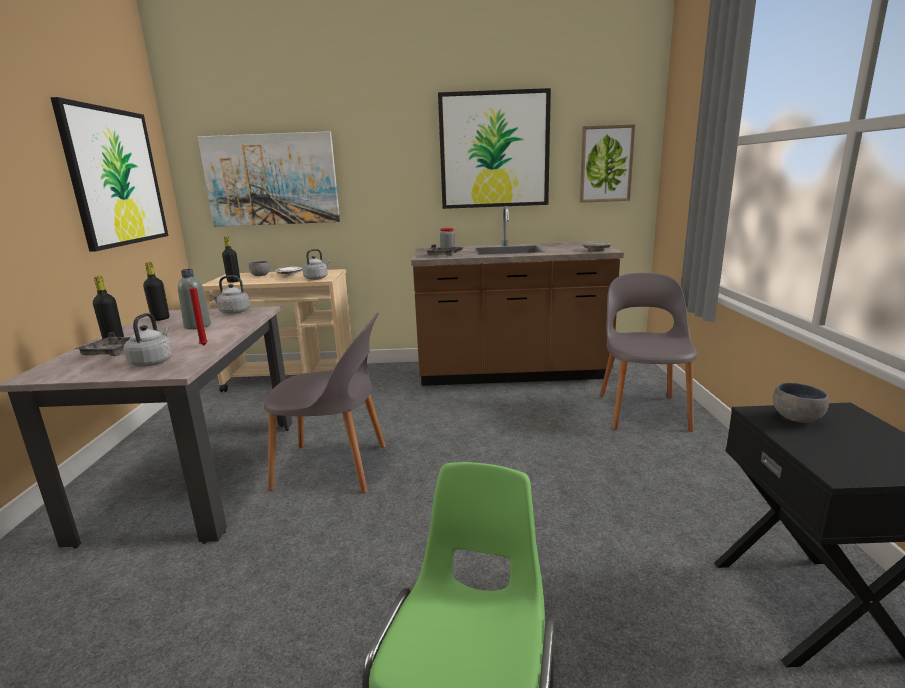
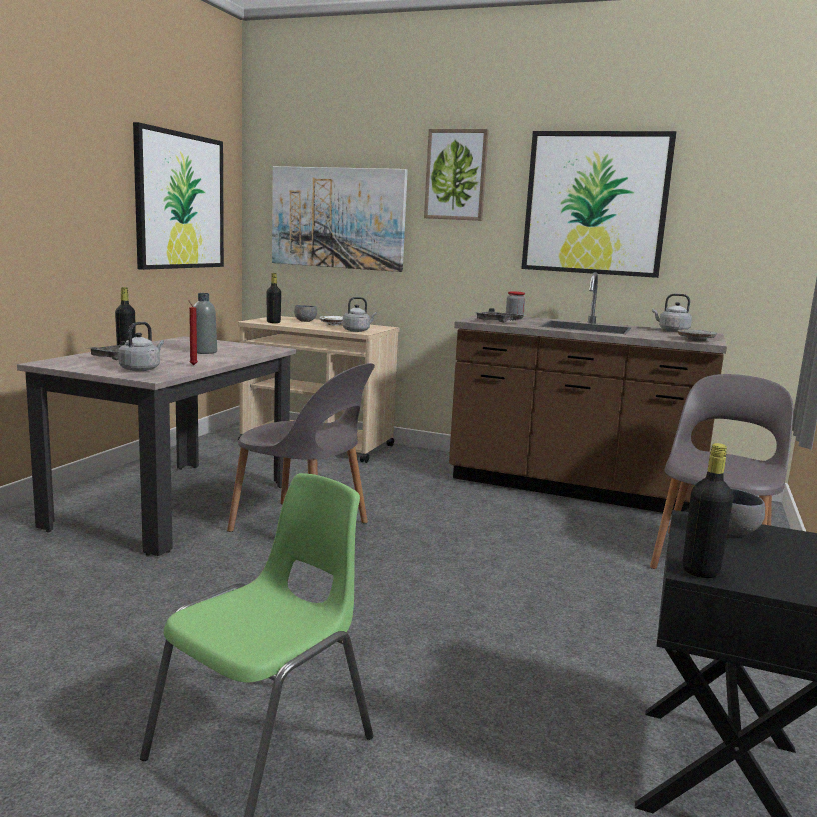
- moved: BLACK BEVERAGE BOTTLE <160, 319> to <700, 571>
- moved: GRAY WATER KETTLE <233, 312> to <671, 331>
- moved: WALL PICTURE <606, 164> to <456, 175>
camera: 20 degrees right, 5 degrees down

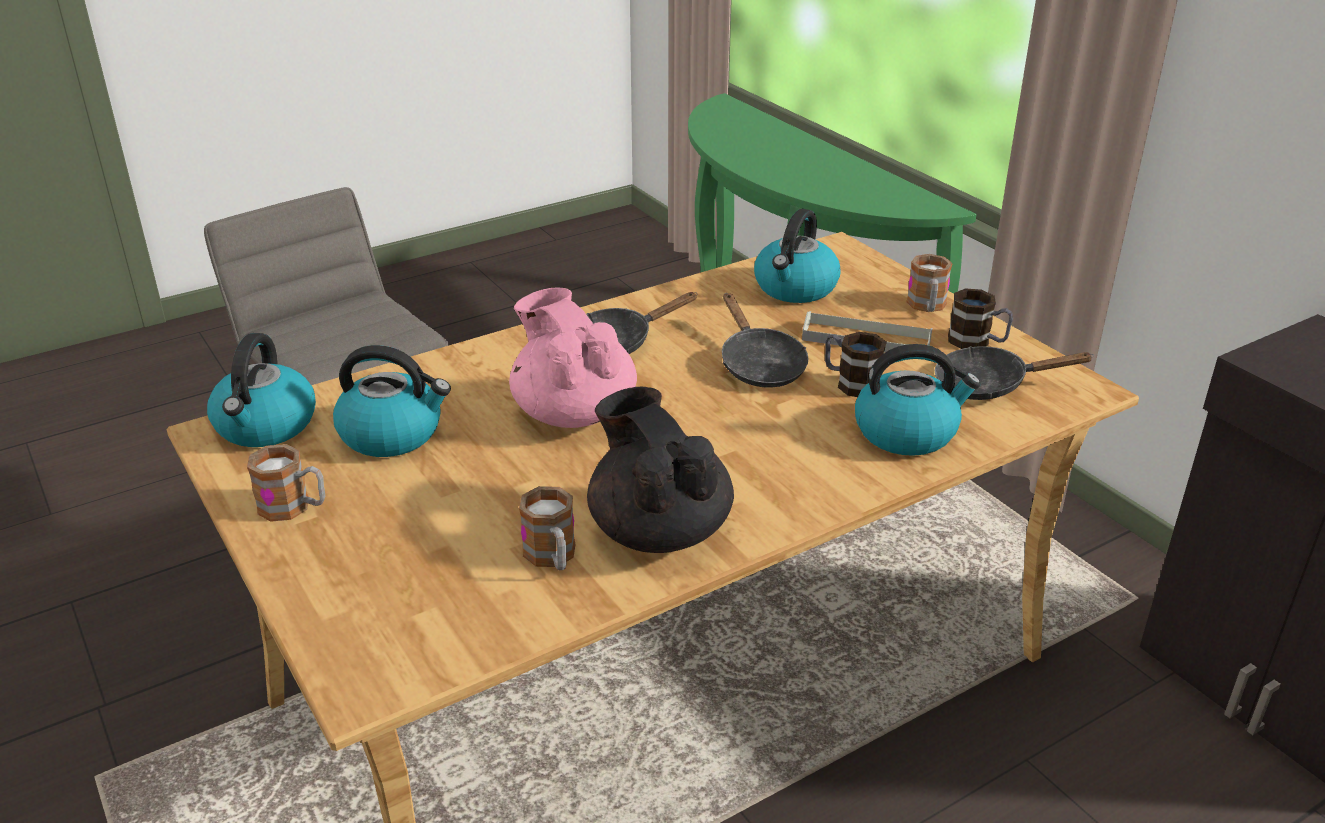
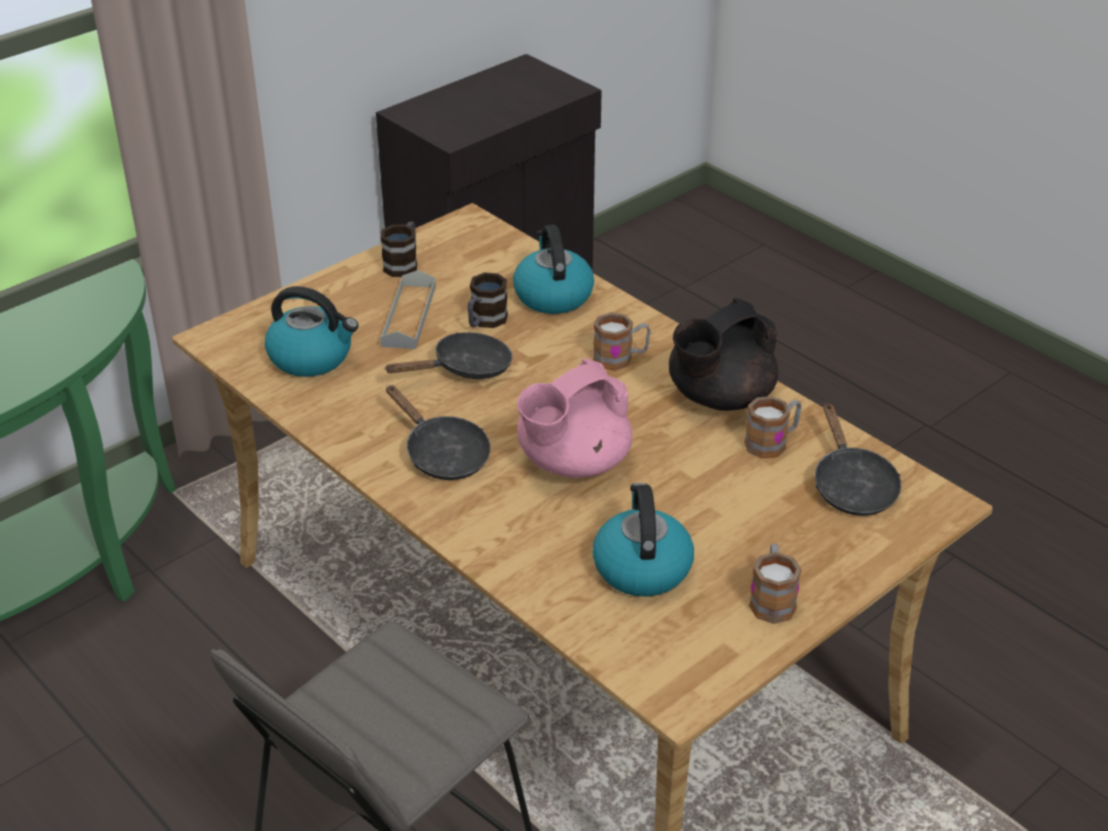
- removed: WATER KETTLE <266, 426>
- moved: MUG <927, 307> to <621, 358>
- moved: BLACK FRYING PAN <989, 385> to <851, 486>
camera: 100 degrees left, 5 degrees up

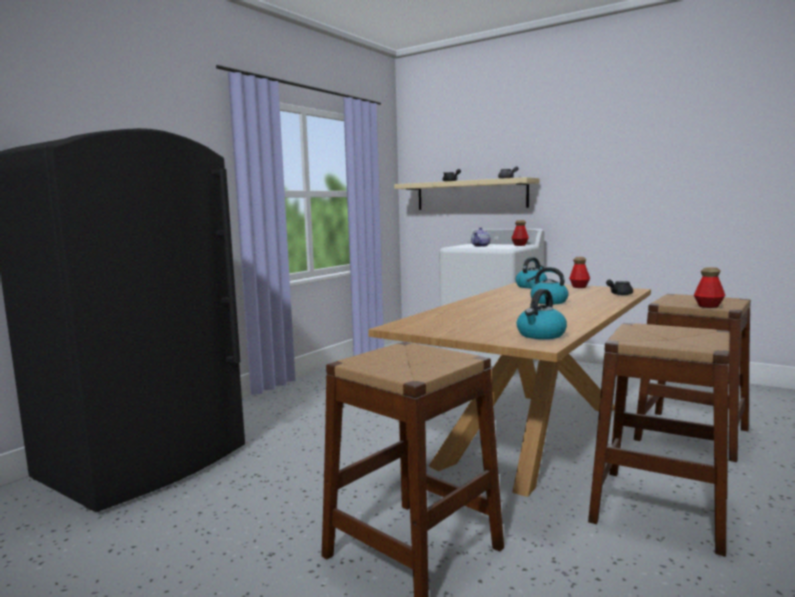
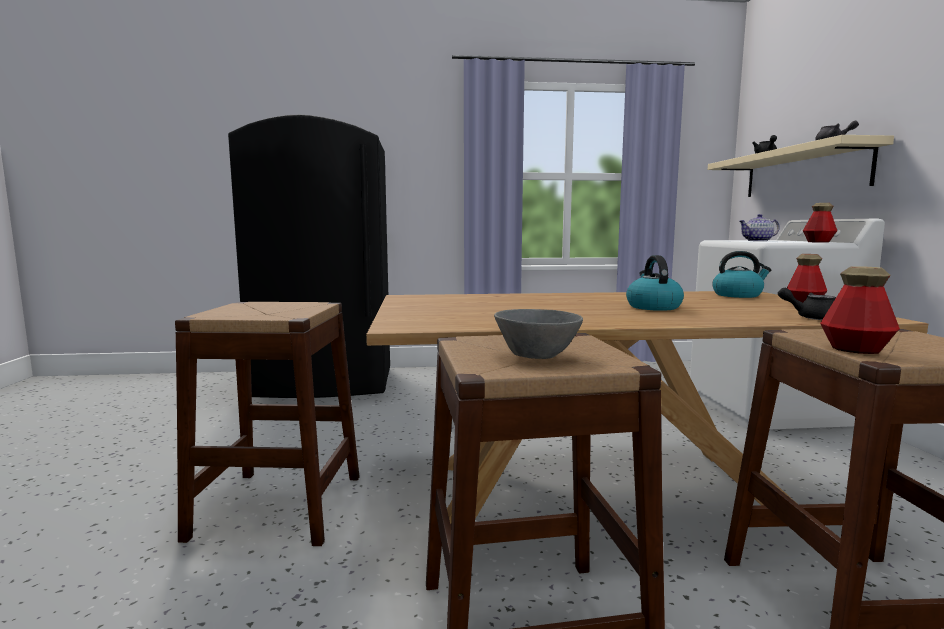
- removed: WATER KETTLE <541, 335>
- added: GRAY BOWL <538, 356>
camera: 50 degrees right, 0 degrees up

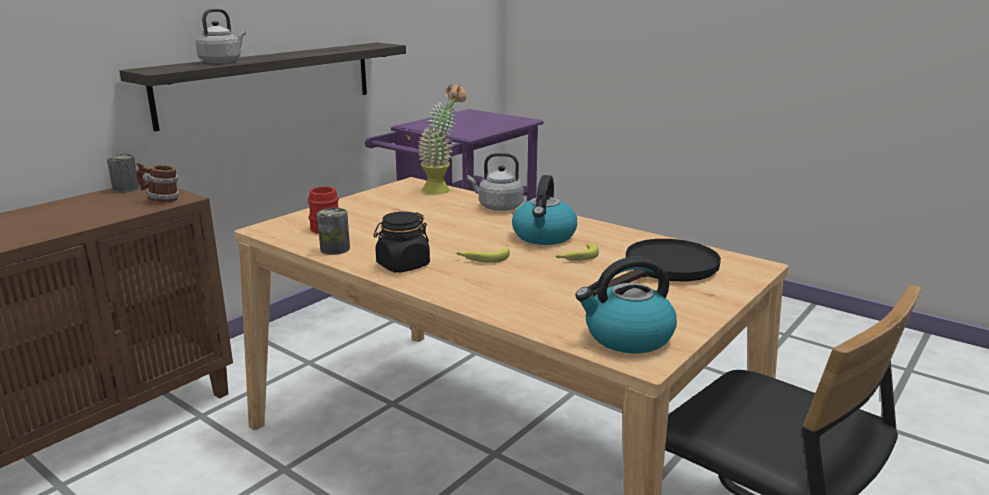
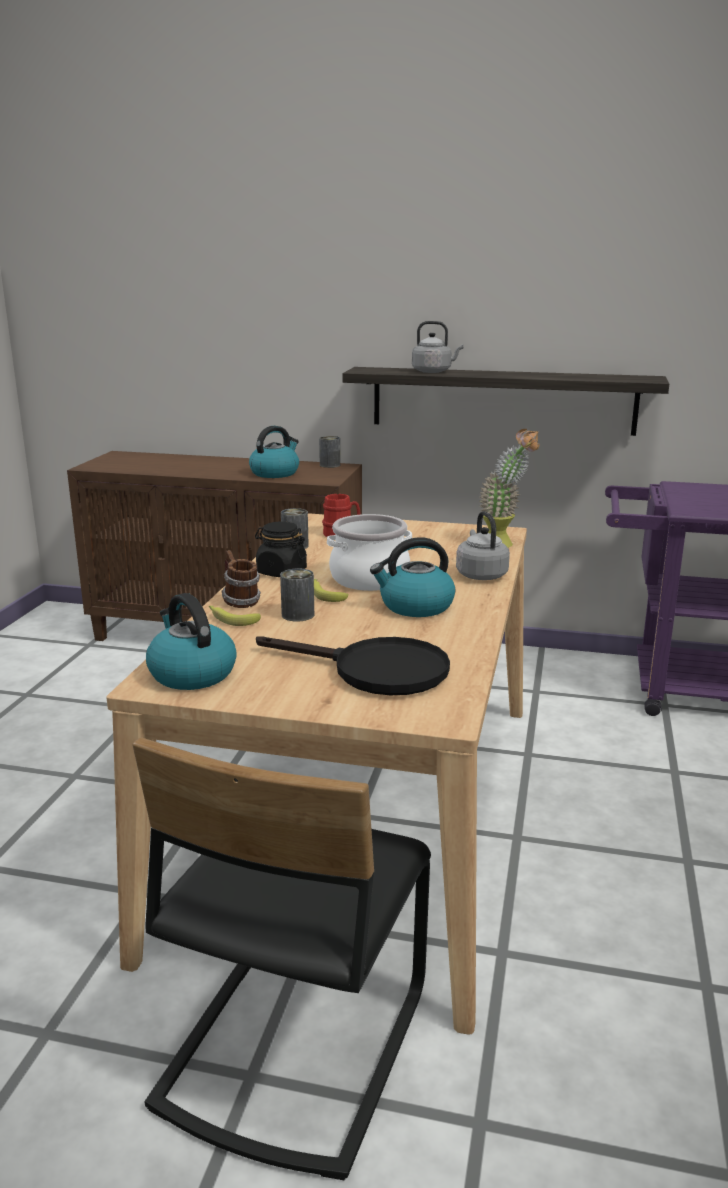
- moved: MUG <161, 200> to <239, 602>
- moved: BANANA <576, 257> to <231, 619>
- added: WATER KETTLE <275, 473>
- added: CAN <298, 615>
- added: STOCKPOT <369, 579>
camera: 65 degrees right, 0 degrees up

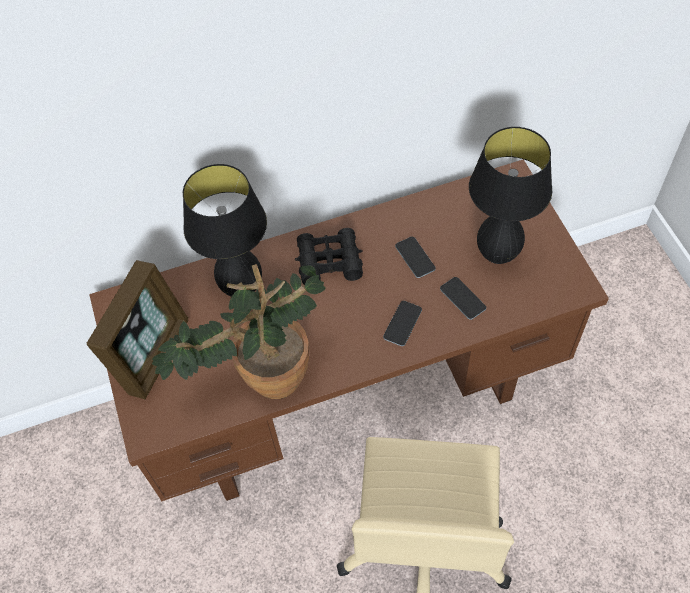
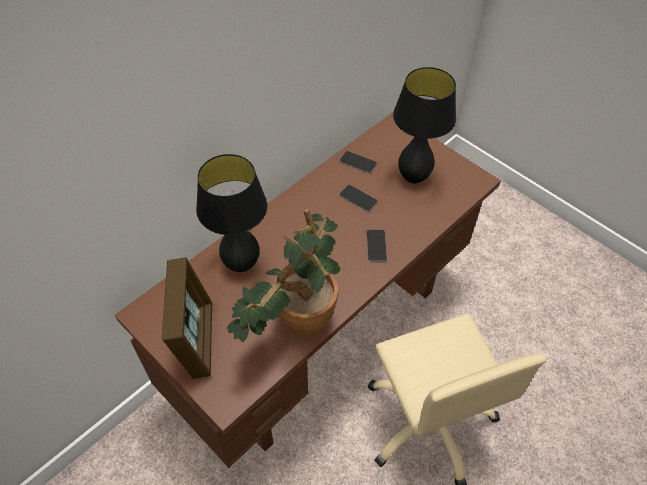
- removed: BLACK BINOCULARS <329, 262>
- moved: HANDSET <462, 298> to <358, 162>
camera: 30 degrees left, 5 degrees down

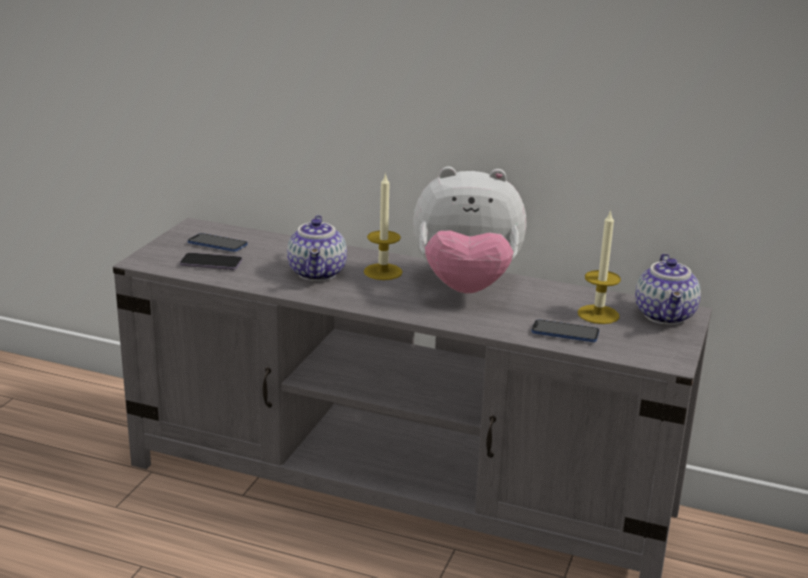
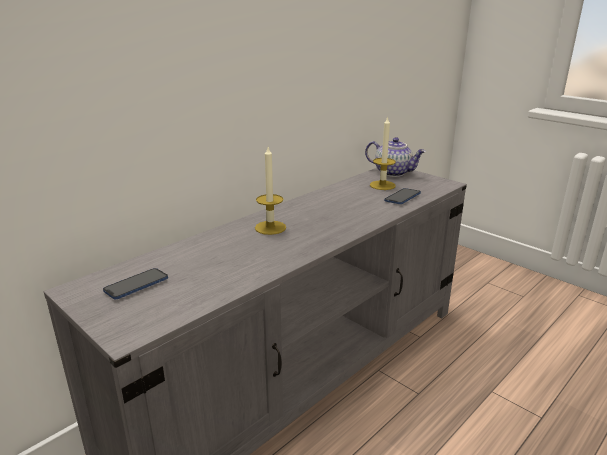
- removed: HANDSET <211, 263>
- removed: TEAPOT <318, 273>
- removed: CUDDLY TOY <466, 287>
camera: 65 degrees left, 0 degrees up

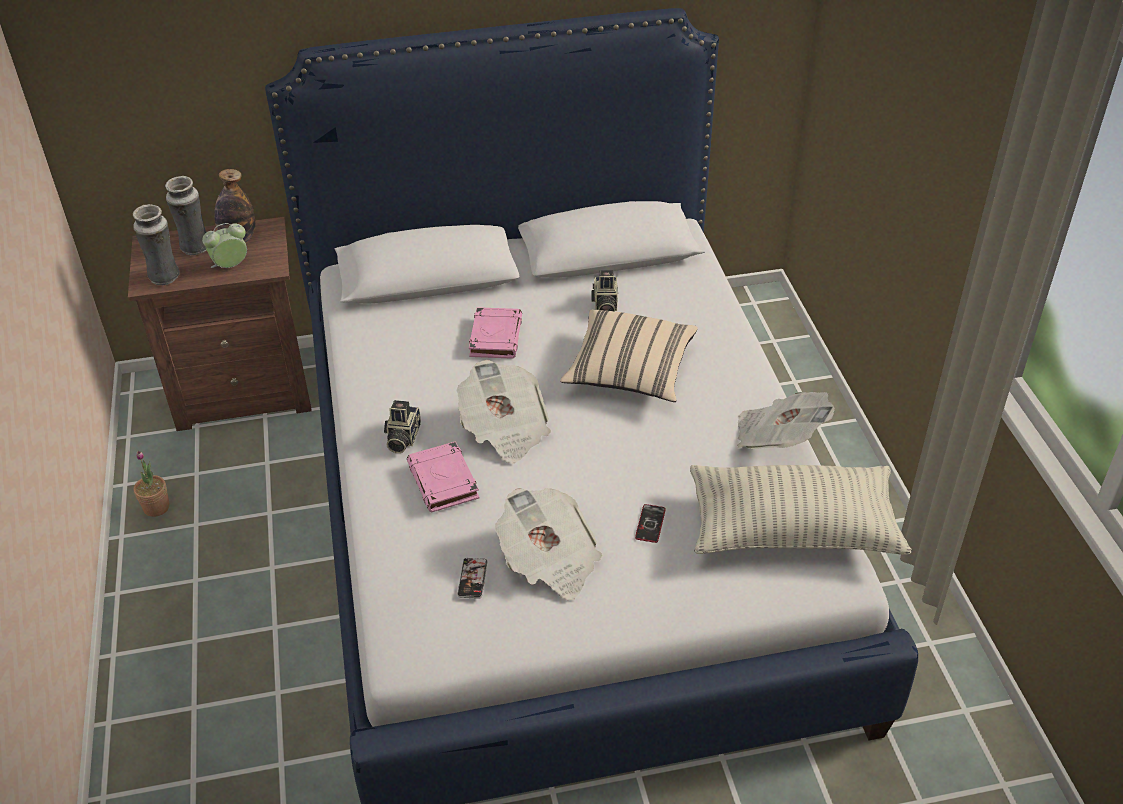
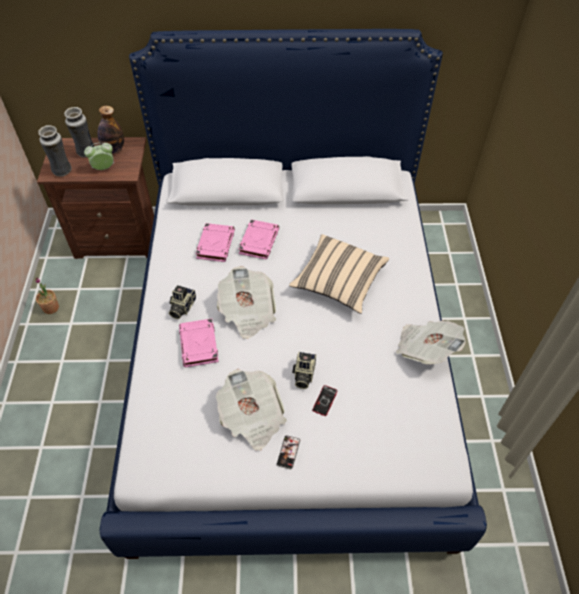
- moved: HANDSET <472, 578> to <288, 452>
- moved: PHOTO CAMERA <604, 305> to <303, 374>
- removed: CUSHION <792, 529>
- added: PINK VOLUME <215, 244>
camera: 10 degrees right, 10 degrees up

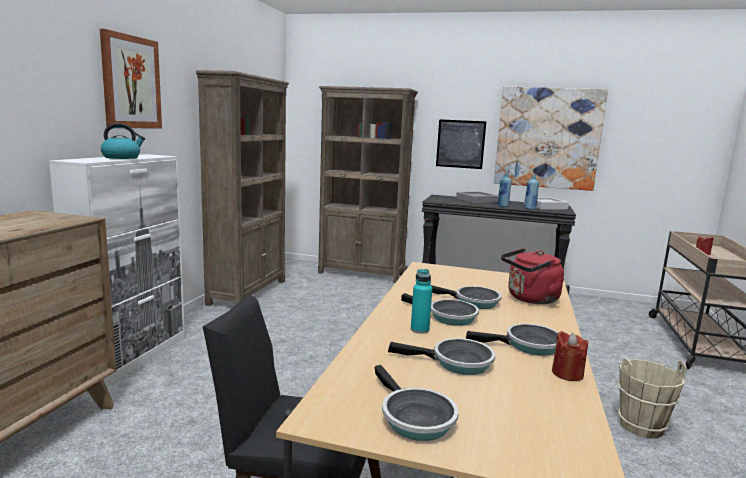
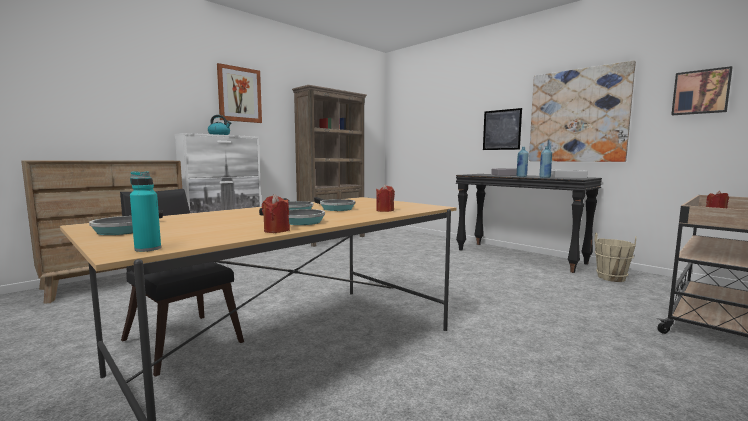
- removed: BROWN-COLOURED BOOKSHELF <362, 273>
- removed: FRYING PAN <457, 363>
- moved: TURQUOISE-COLOURED BEVERAGE BOTTLE <419, 330> to <148, 249>
- replaced: REDDISH WATER KETTLE <530, 299> to REDDISH WAX CANDLE <385, 210>
- moved: BEIGE-COLOURED PAIL <640, 426> to <611, 278>
- added: WALL PICTURE <700, 92>
camera: 30 degrees right, 5 degrees down

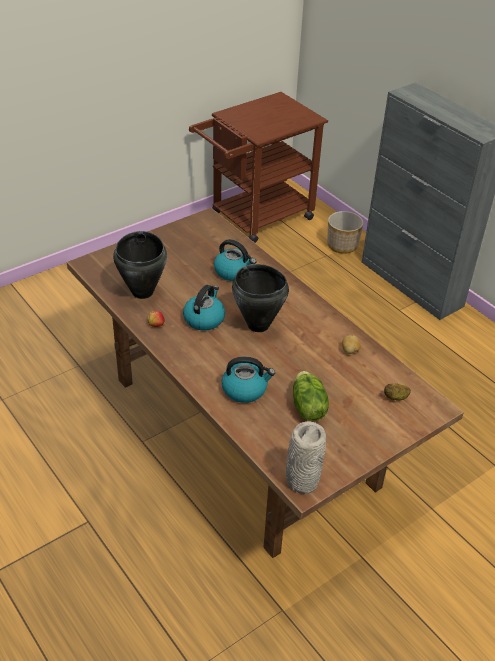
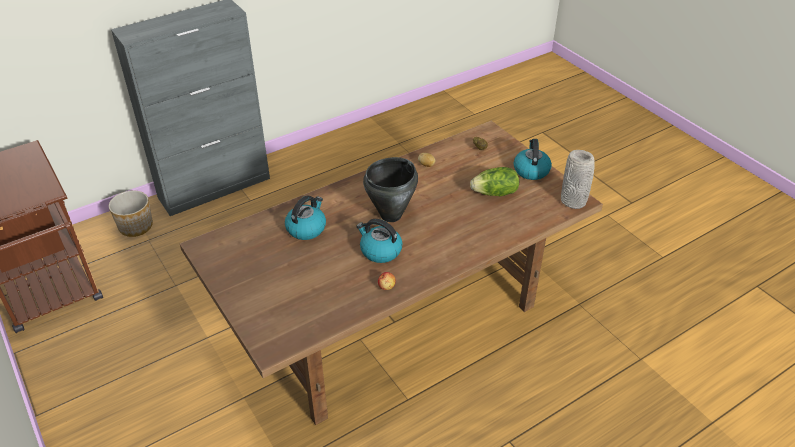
- removed: BLACK STOCKPOT <143, 292>
- moved: WATER KETTLE <245, 389> to <531, 170>
camera: 85 degrees left, 0 degrees up

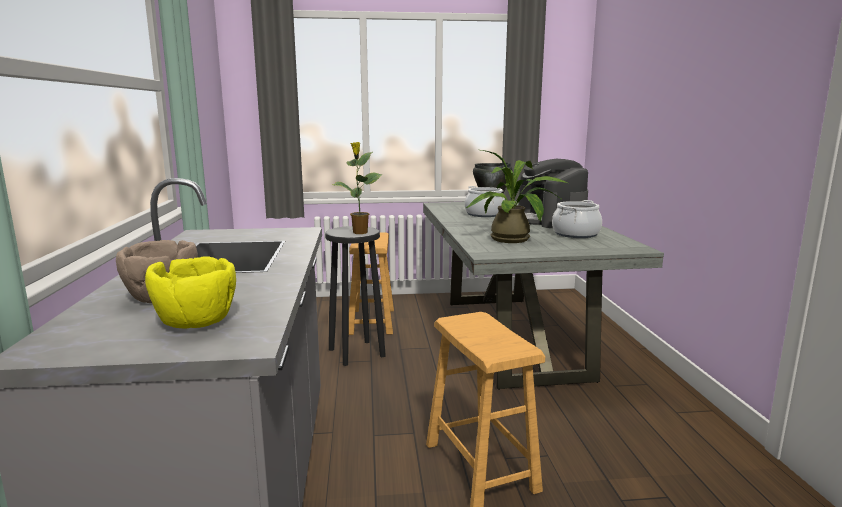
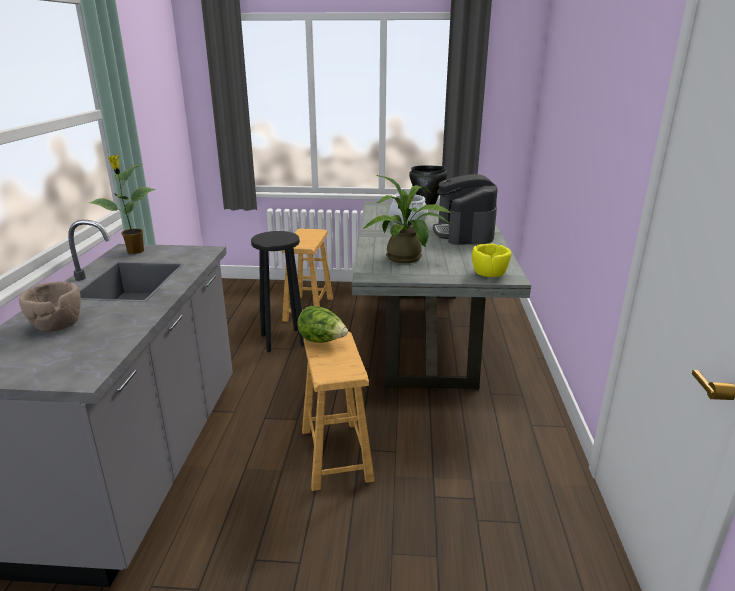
- moved: YELLOWISH BOWL <196, 322> to <489, 274>
- moved: PLANT IN A POT <360, 232> to <134, 251>
- removed: STOCKPOT <575, 234>
- added: HEAD OF LETTUCE <322, 341>
camera: 10 degrees right, 10 degrees up

